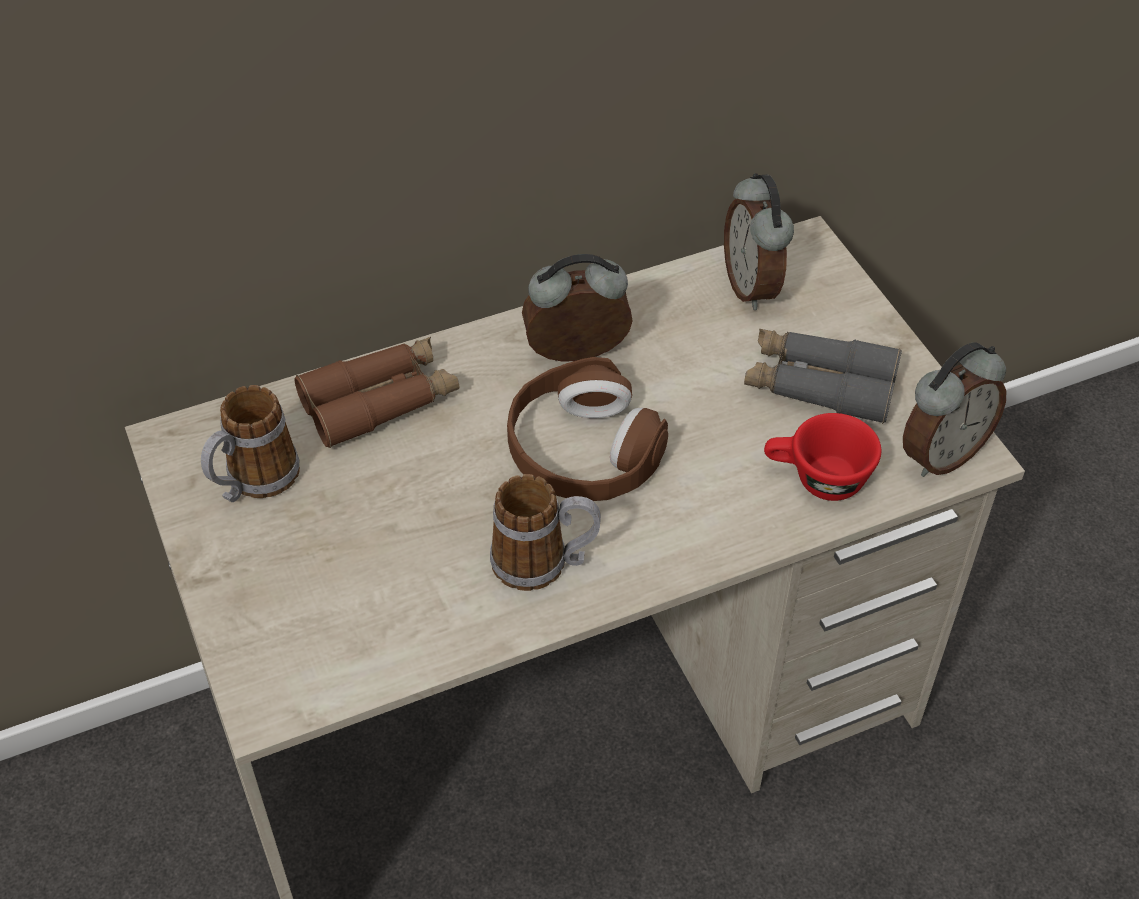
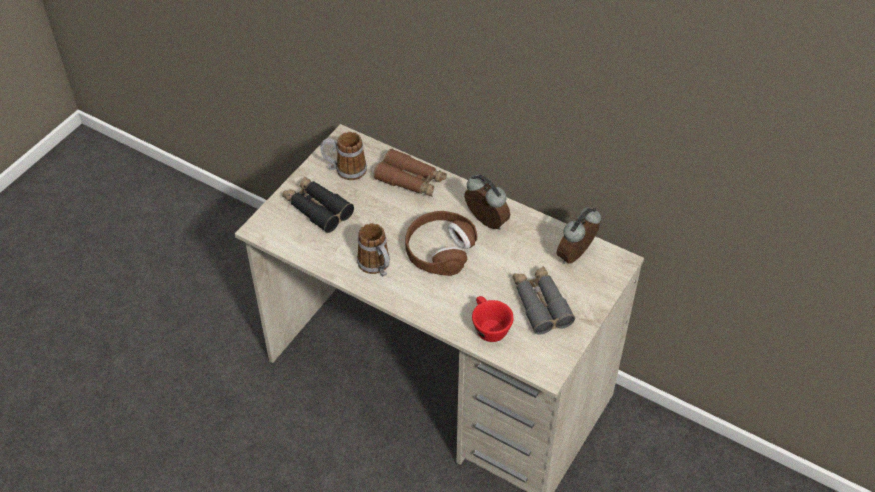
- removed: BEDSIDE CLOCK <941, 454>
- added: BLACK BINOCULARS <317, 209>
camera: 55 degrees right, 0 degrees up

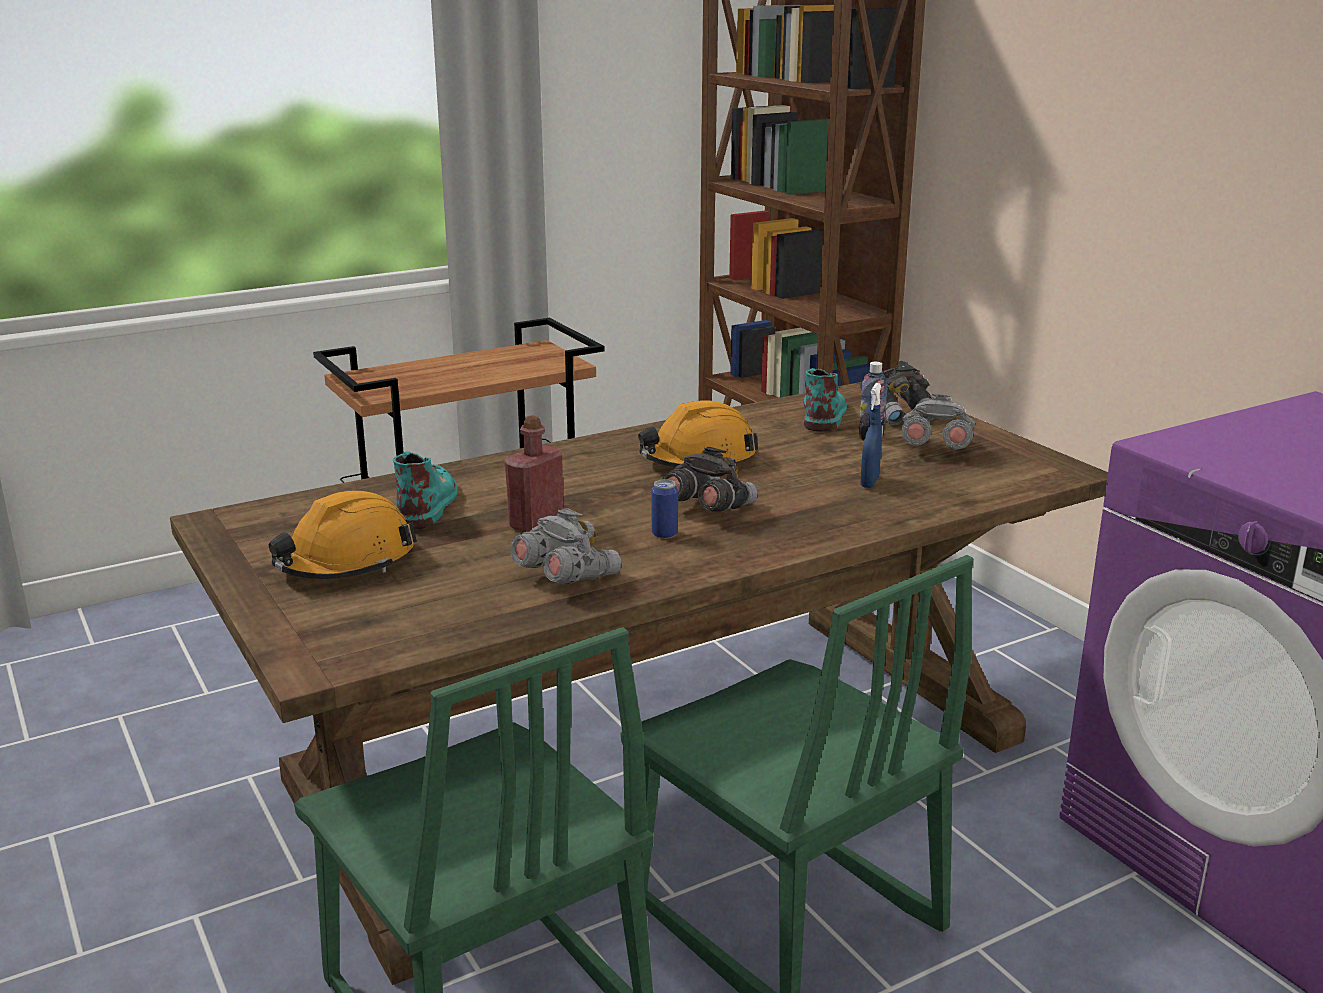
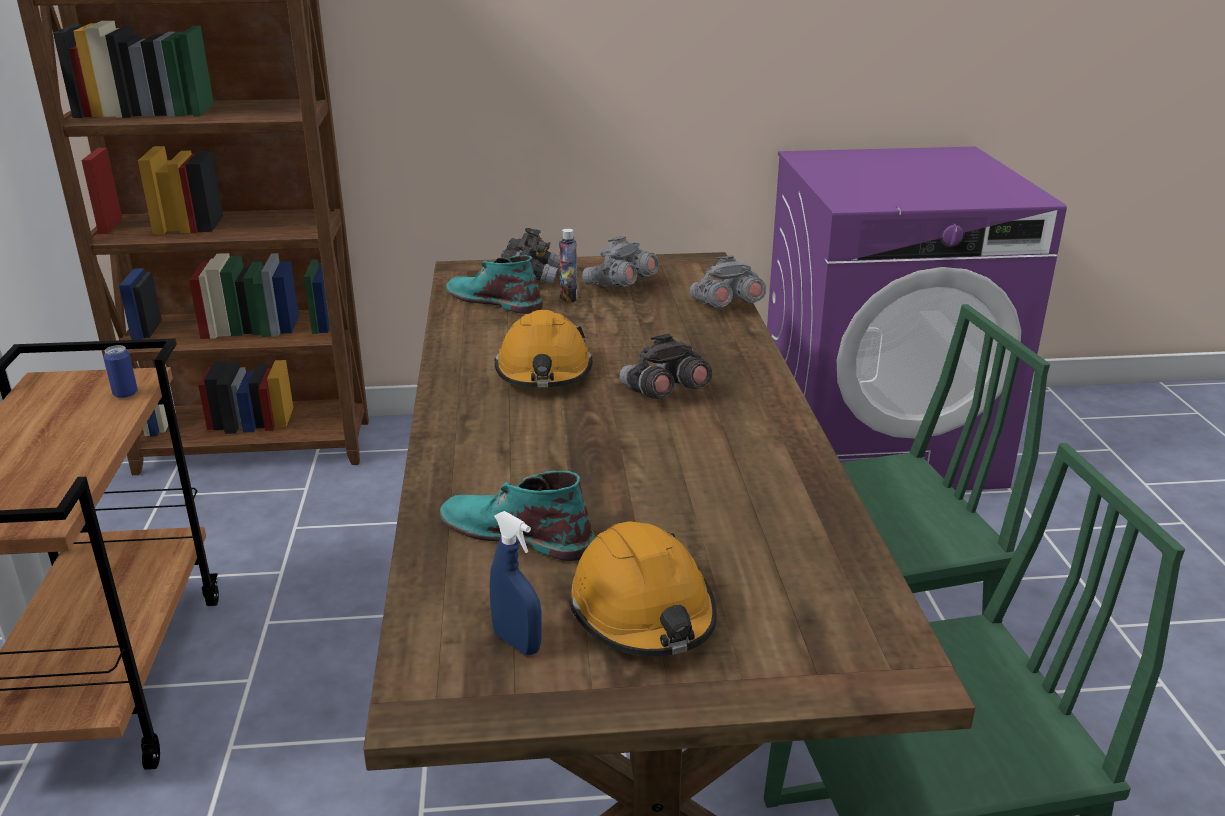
- removed: REDDISH BEVERAGE BOTTLE <536, 524>
- moved: GRAY BINOCULARS <565, 577> to <725, 306>
- moved: CAN <664, 534> to <125, 394>
- moved: BLUISH SPRAYER <869, 482> to <517, 642>
camera: 65 degrees left, 5 degrees up

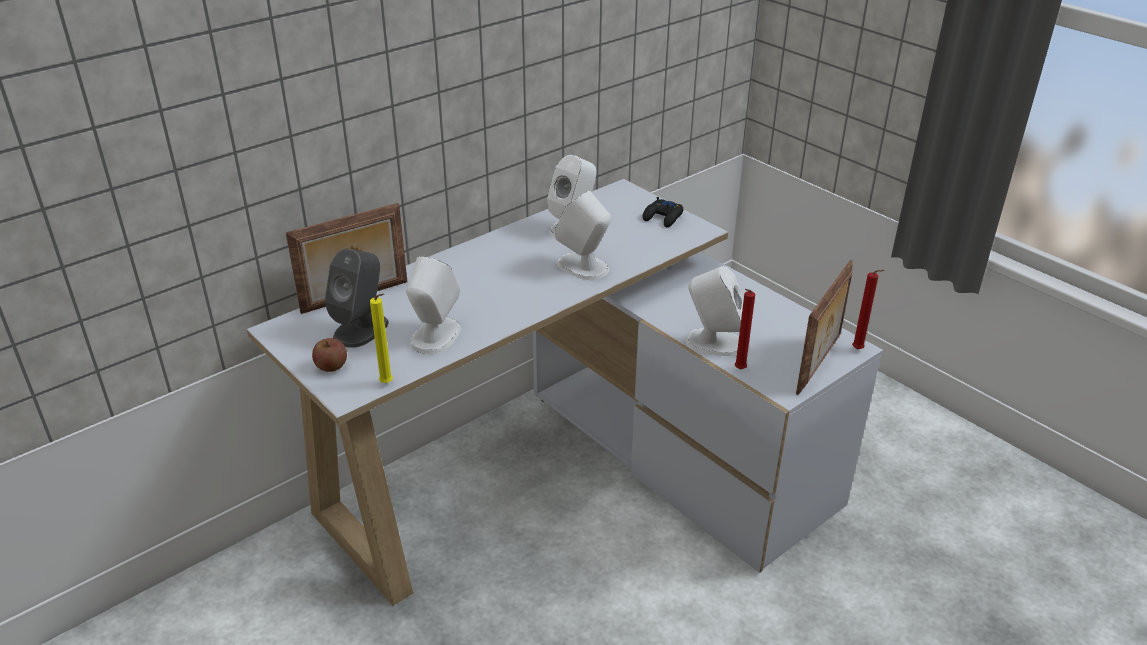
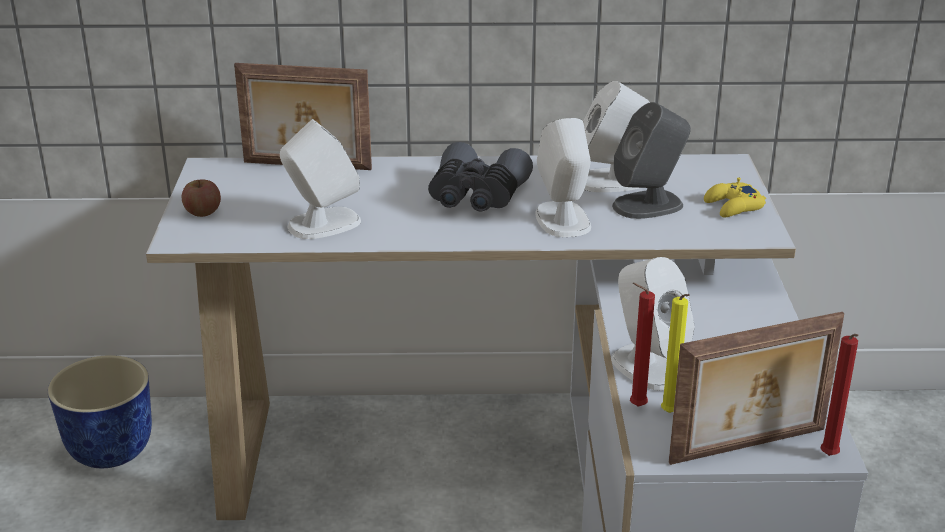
- moved: GRAY SPEAKER <361, 329> to <648, 205>
- moved: YELLOWISH WAX CANDLE <388, 384> to <670, 414>
- recoloured: BLACK GAME CONTROLLER <663, 217> to YELLOWISH GAME CONTROLLER <733, 206>
- added: PLANT POT <111, 450>
- added: GRAY BINOCULARS <476, 196>
camera: 40 degrees right, 5 degrees down

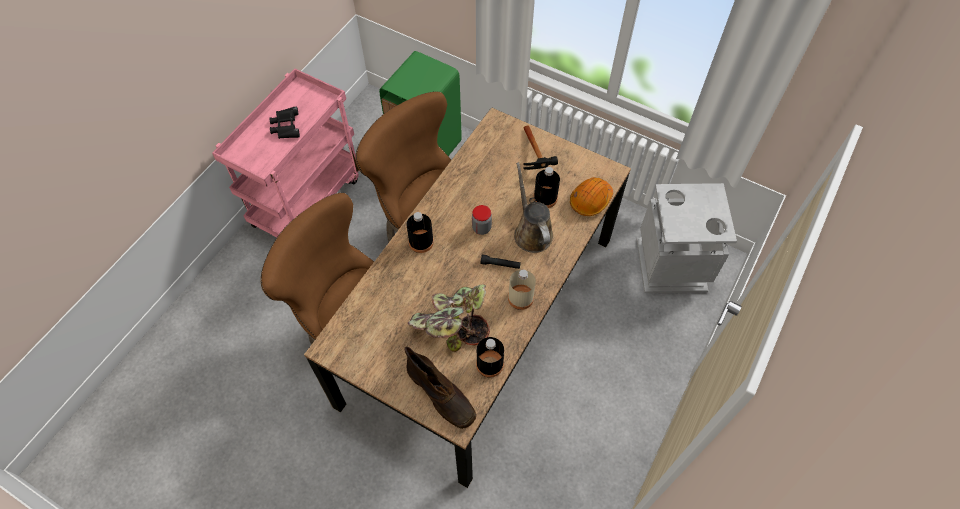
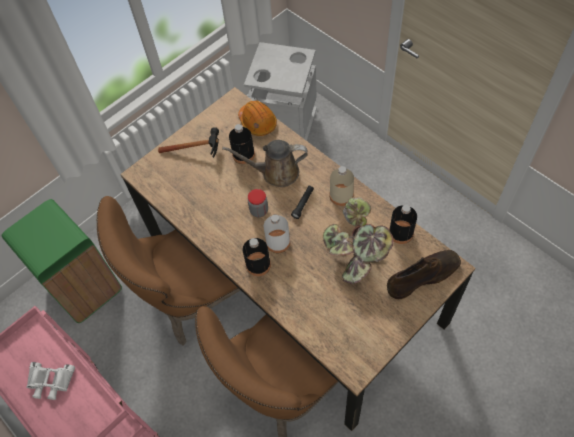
- recoloured: BLACK BINOCULARS <285, 126> to WHITE-COLOURED BINOCULARS <50, 382>
- added: WHITE-COLOURED BEVERAGE BOTTLE <278, 242>
camera: 70 degrees left, 0 degrees up

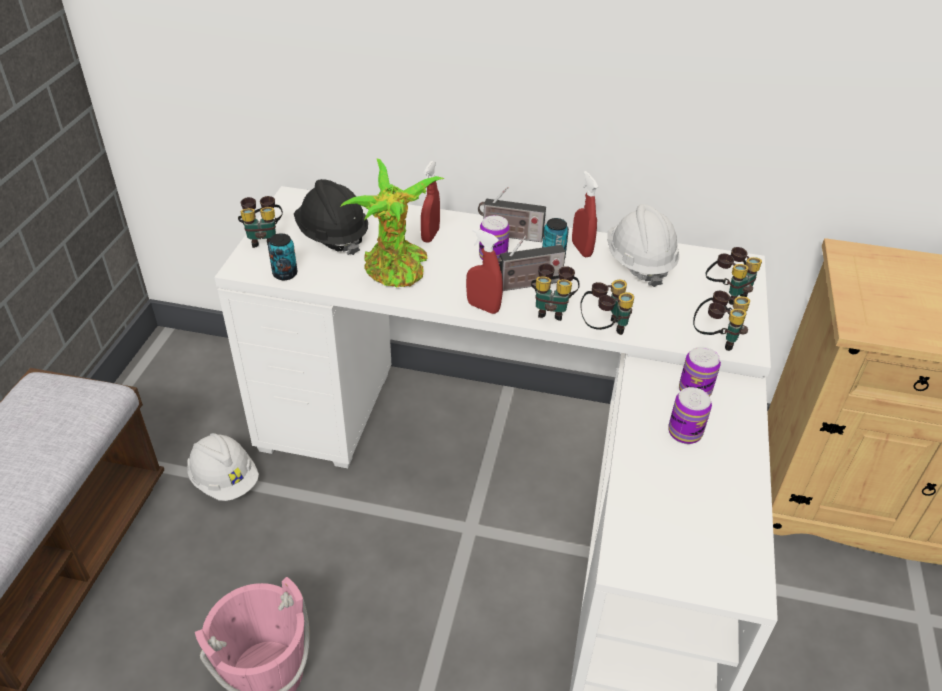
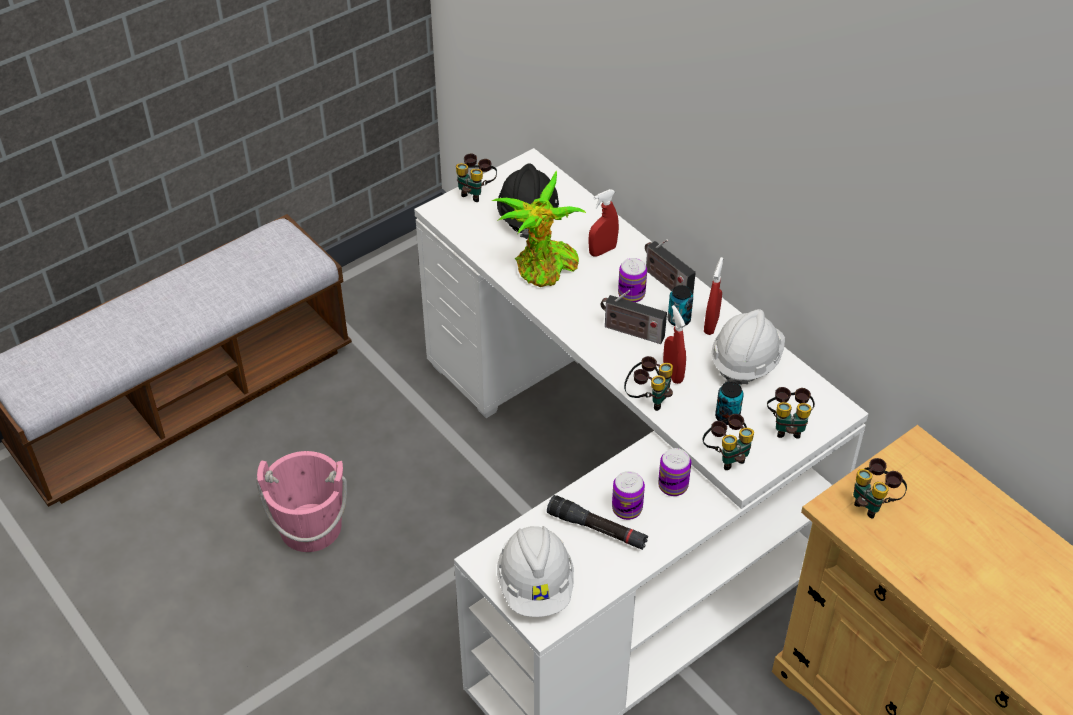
- moved: WHITE-COLOURED SAFETY HELMET <225, 480> to <536, 585>
- moved: CAN <285, 274> to <727, 417>
- moved: REDDISH SPRAYER <483, 307> to <673, 373>
- moved: BINOCULARS <551, 309> to <873, 503>
- added: BLACK HAND TORCH <597, 529>
camera: 40 degrees right, 5 degrees up

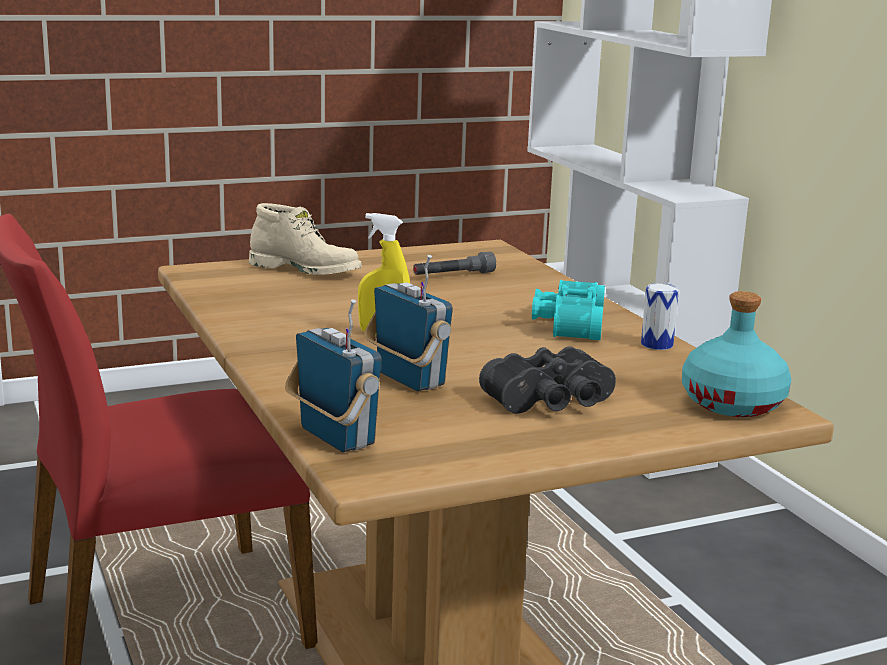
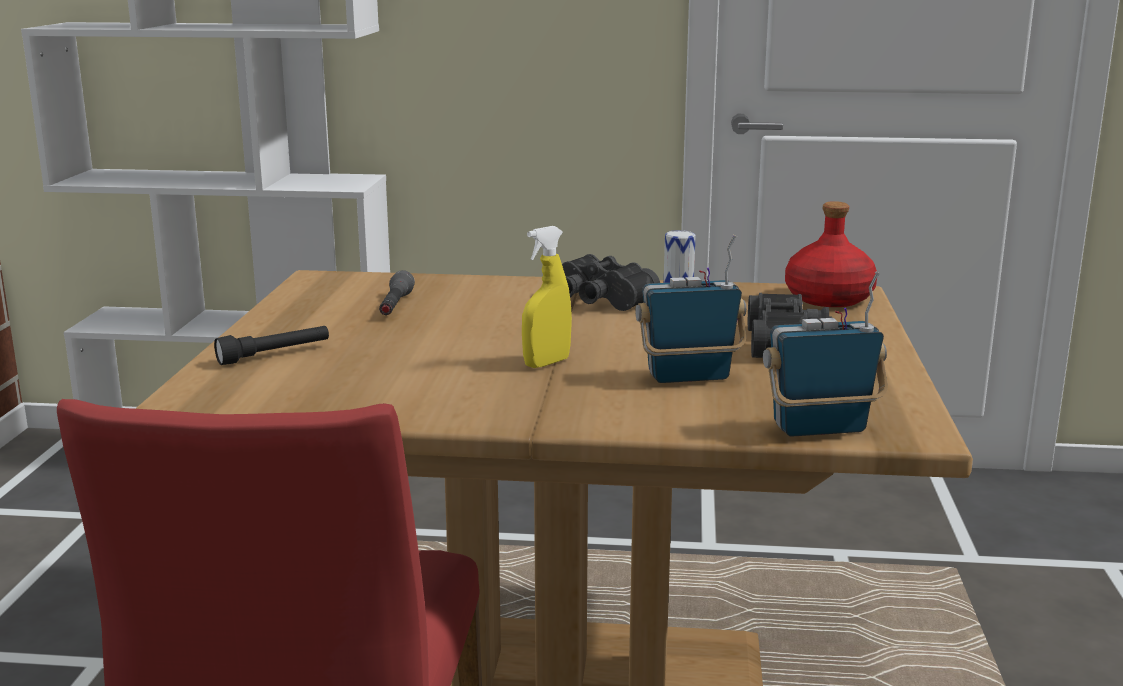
- replaced: BEIGE-COLOURED HIGH-TOP BOOT <306, 270> to BLACK HAND TORCH <274, 355>
- recoloured: TURQUOISE-COLOURED BINOCULARS <567, 325> to BLACK BINOCULARS <596, 301>
- recoloured: TURQUOISE-COLOURED BEVERAGE BOTTLE <733, 403> to REDDISH BEVERAGE BOTTLE <828, 298>
camera: 60 degrees left, 0 degrees up

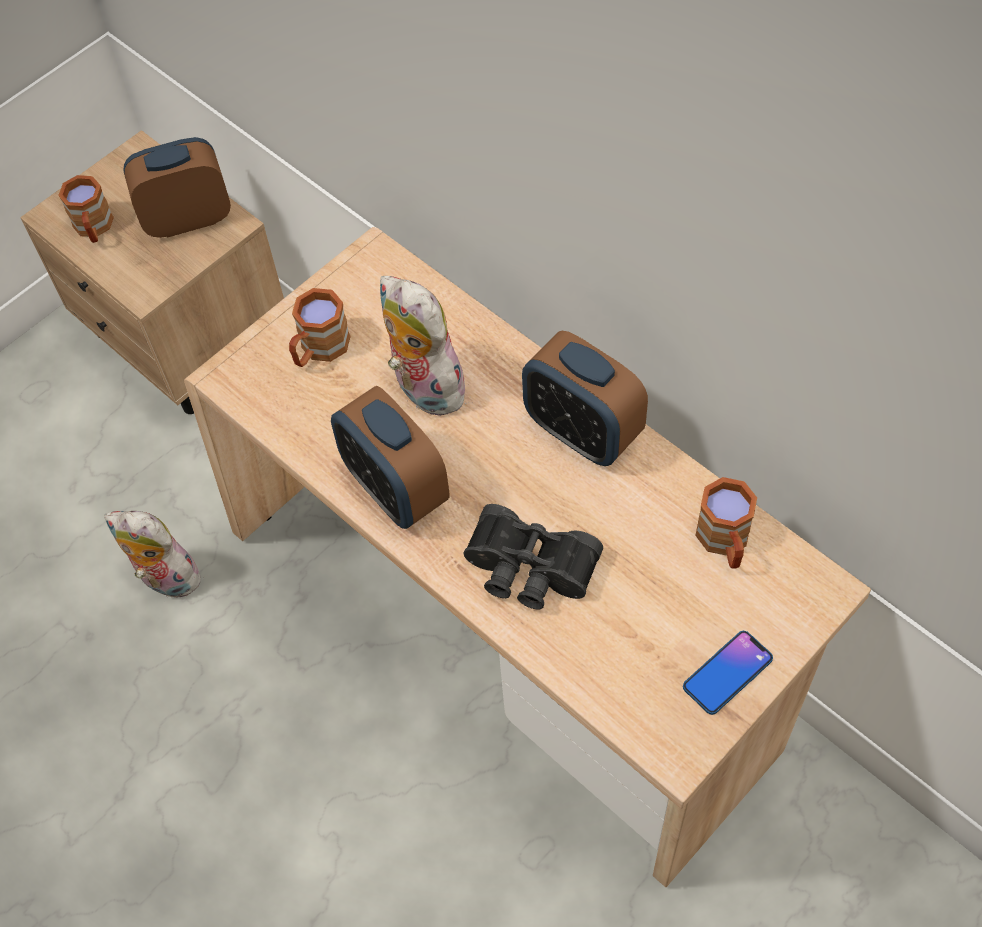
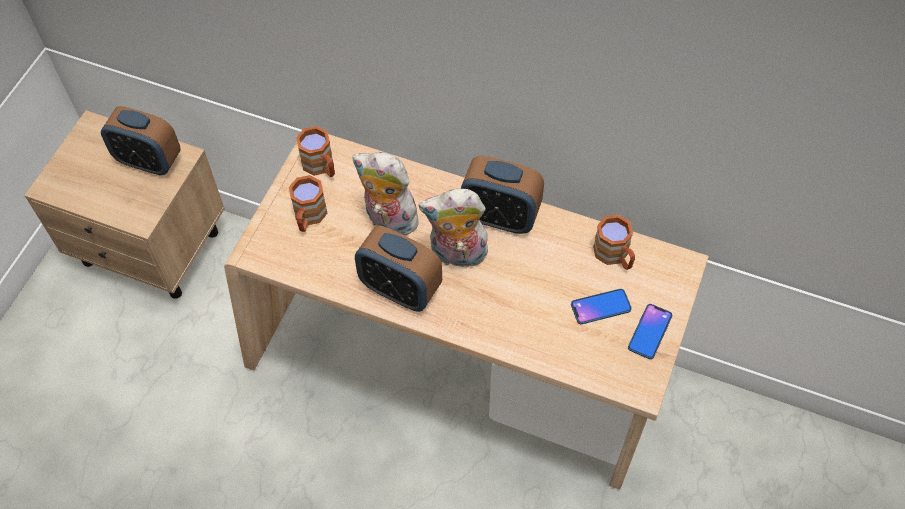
- moved: BROWN-COLOURED MUG <94, 228> to <321, 166>
- moved: CUDDLY TOY <165, 579> to <457, 255>
- turned: BEDSIDE CLOCK <188, 219> = <149, 161> 120 degrees counterclockwise
- removed: BLACK BINOCULARS <528, 571>
- added: HANDSET <600, 307>
camera: 25 degrees left, 0 degrees up

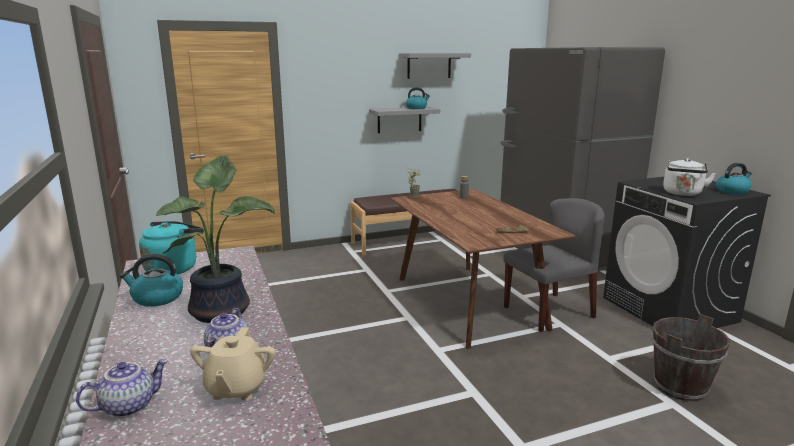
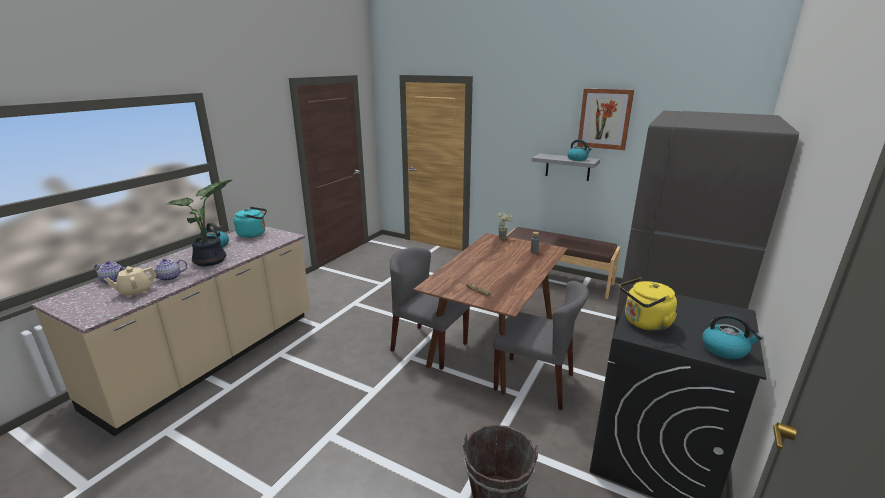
- replaced: GRAY WALL SHELF <429, 65> to WALL PICTURE <604, 119>
- recoloured: WHITE-COLOURED WATER KETTLE <682, 194> to YELLOWISH WATER KETTLE <644, 323>
- added: GRAY CHAIR <428, 347>
camera: 50 degrees right, 5 degrees up

